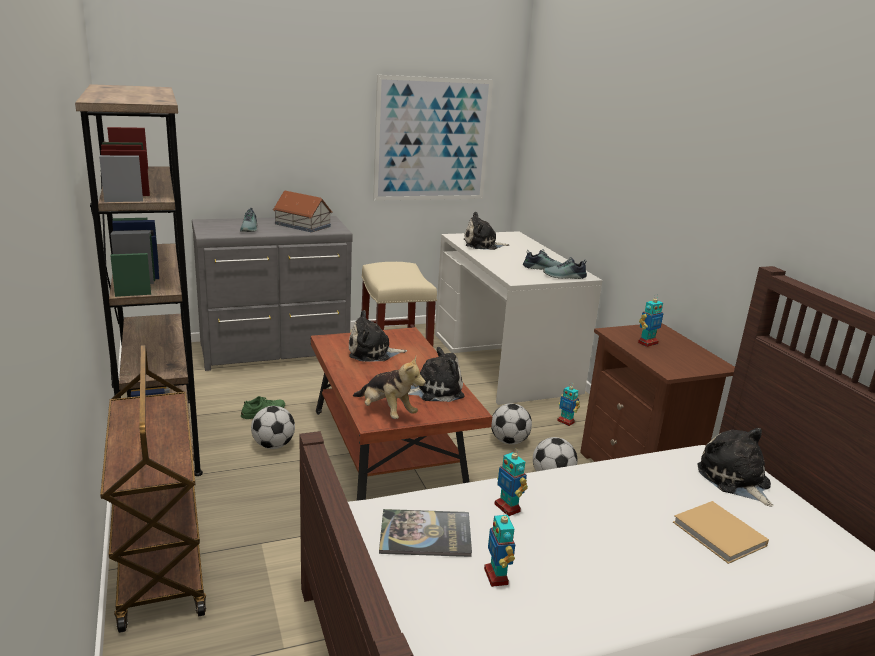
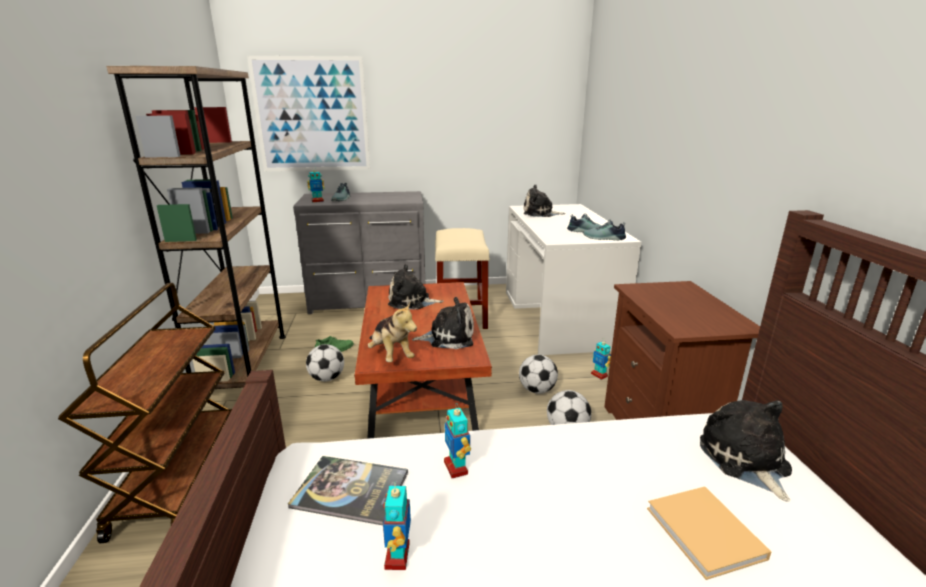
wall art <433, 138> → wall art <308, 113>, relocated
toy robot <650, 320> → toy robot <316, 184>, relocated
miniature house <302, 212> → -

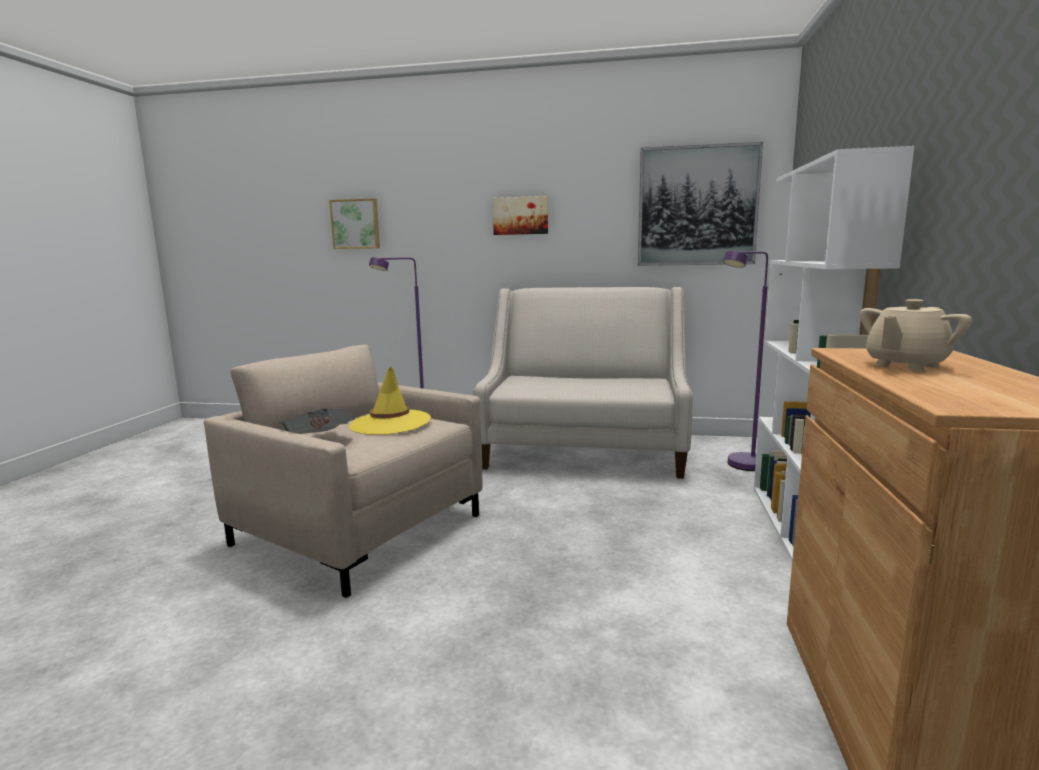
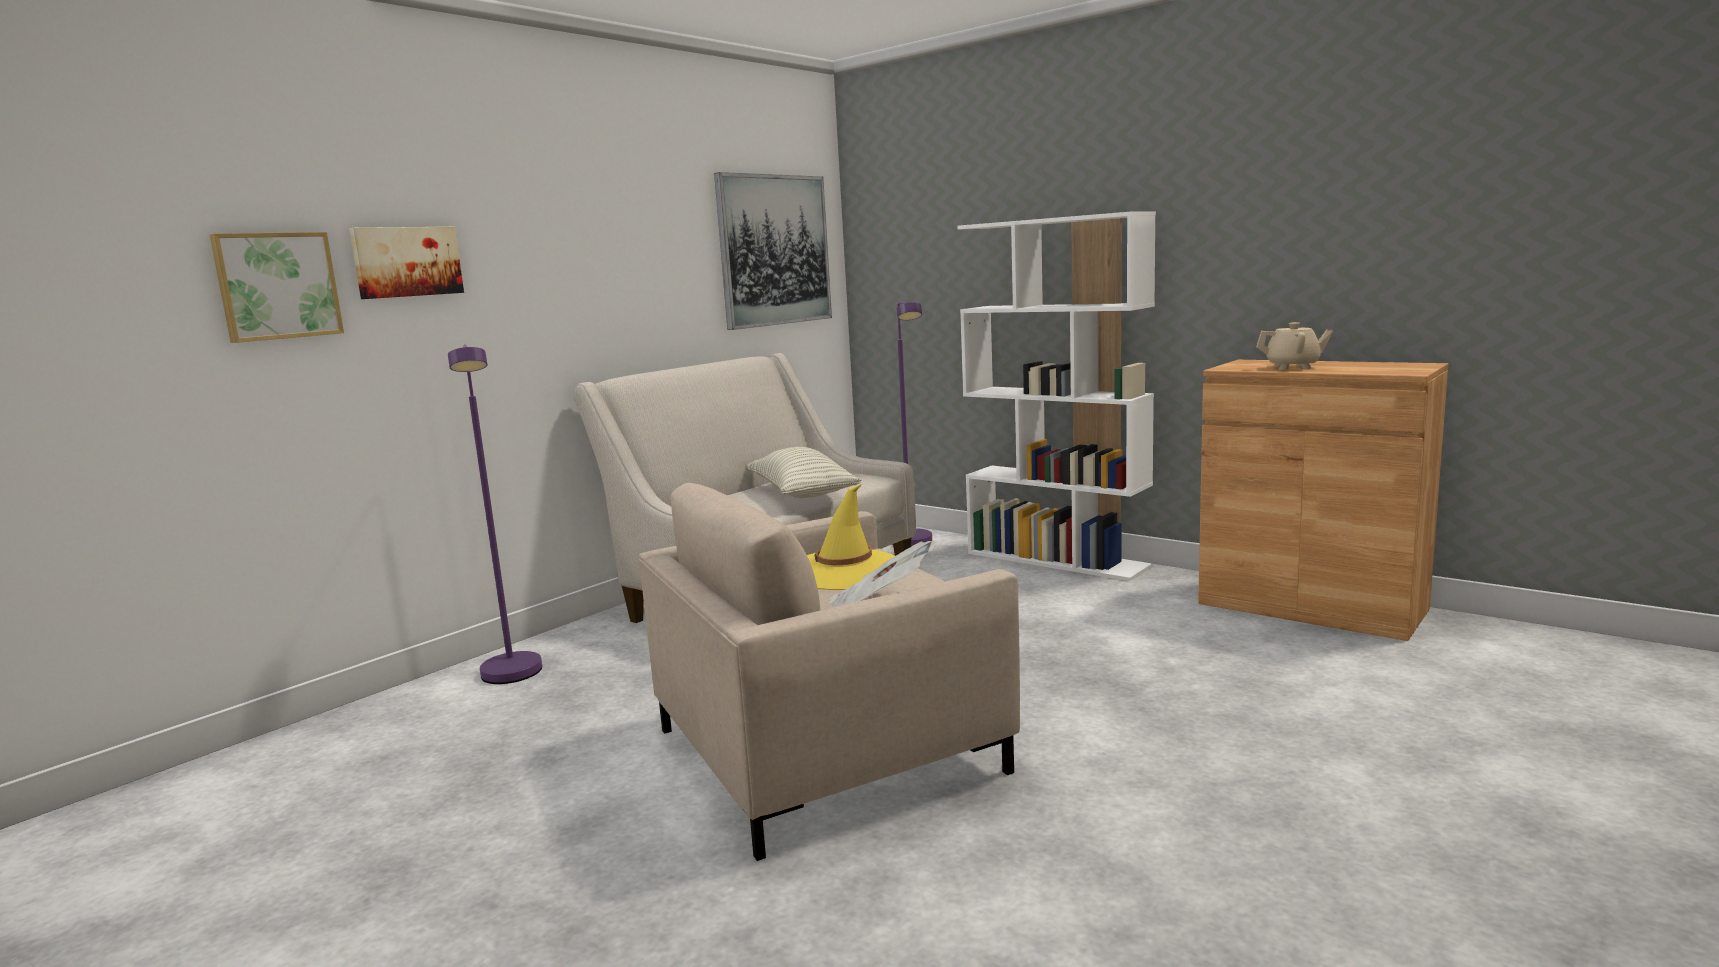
wall art <520, 215> → wall art <406, 263>, relocated
- → cushion <804, 472>
pot for tea/sand-coloured <916, 335> → pot for tea/sand-coloured <1294, 346>, 75 degrees counterclockwise

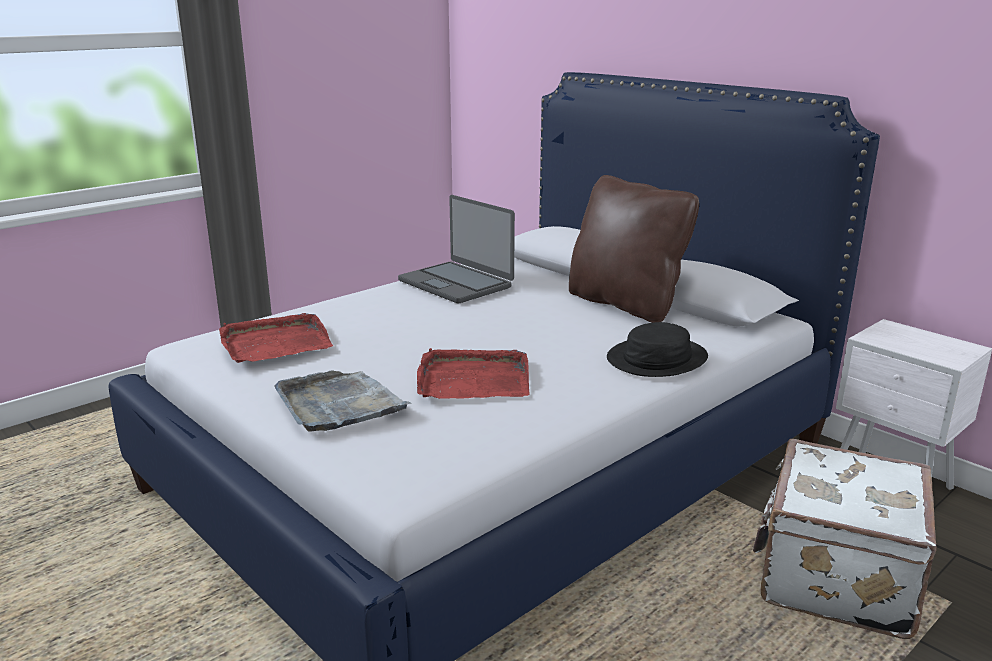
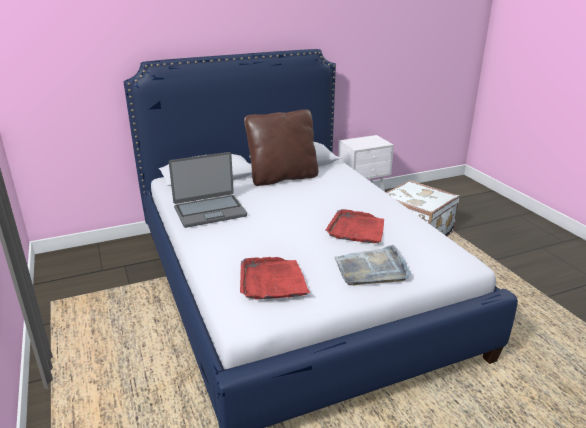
clothing hat/blackish <657, 349> → -

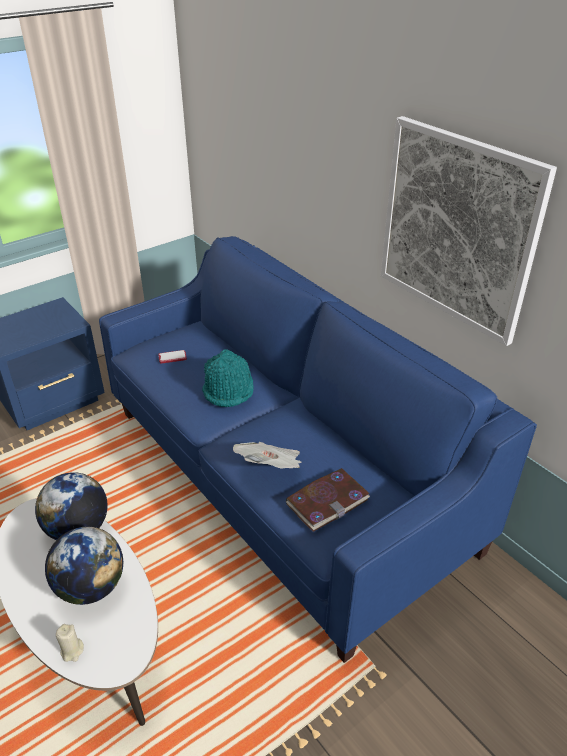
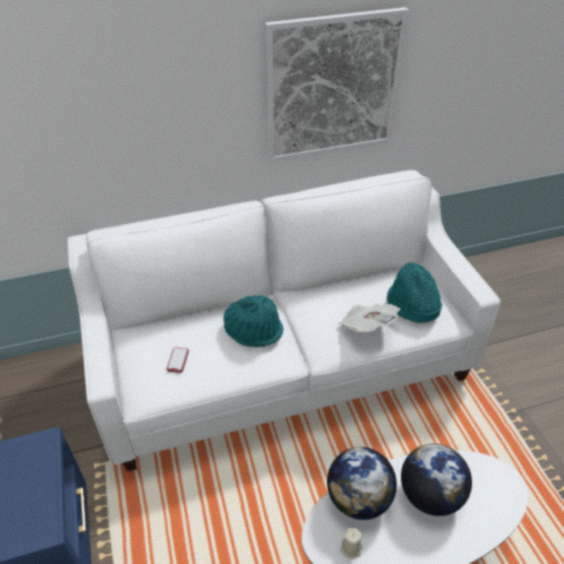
couch/blue-coloured <318, 449> → couch/whitish <284, 320>
wax light/sand-coloured <70, 643> → wax light/sand-coloured <351, 543>, relocated
book <327, 500> → clothing hat/turquoise <414, 292>

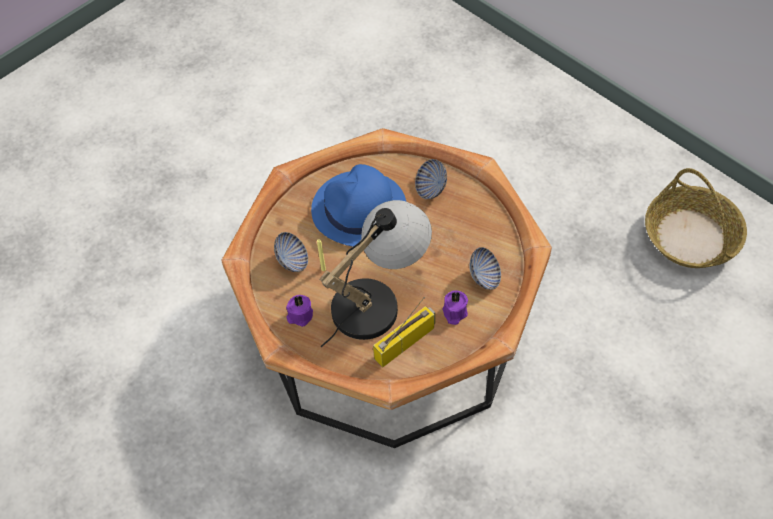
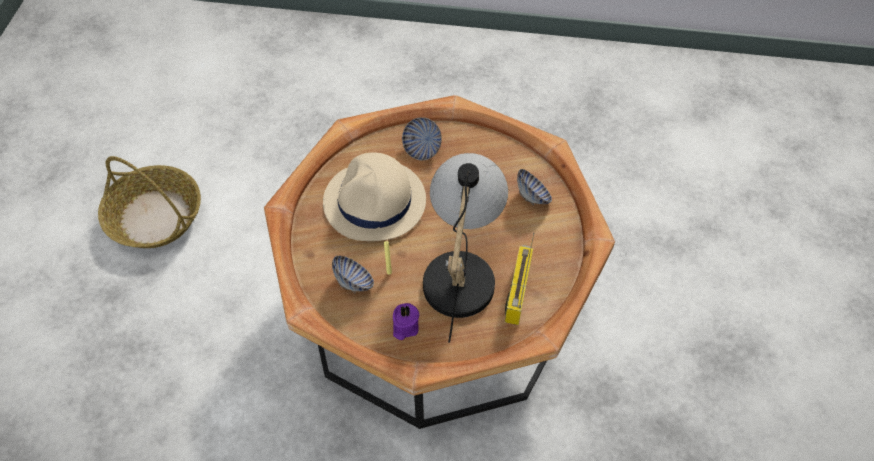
household basket <696, 218> → household basket <149, 202>, relocated
clothing hat/blue-coloured <358, 205> → clothing hat/sand-coloured <374, 196>
wax light/purple <455, 307> → -

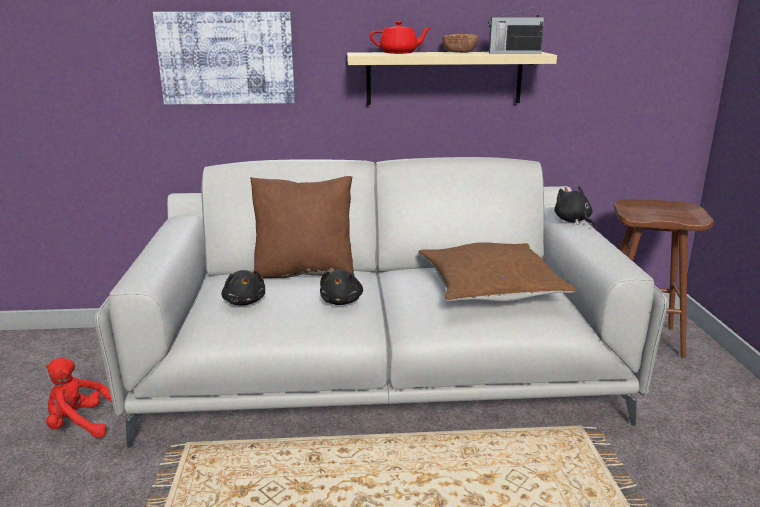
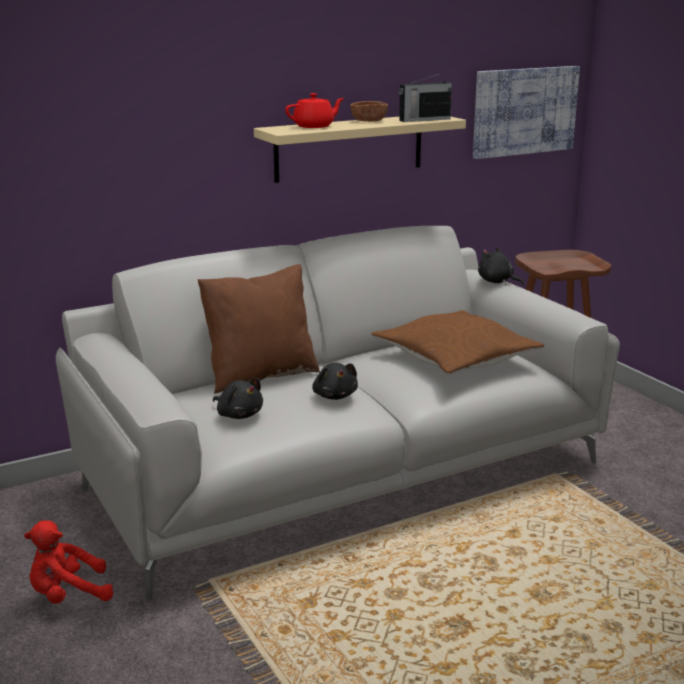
wall art <224, 58> → wall art <526, 112>, relocated

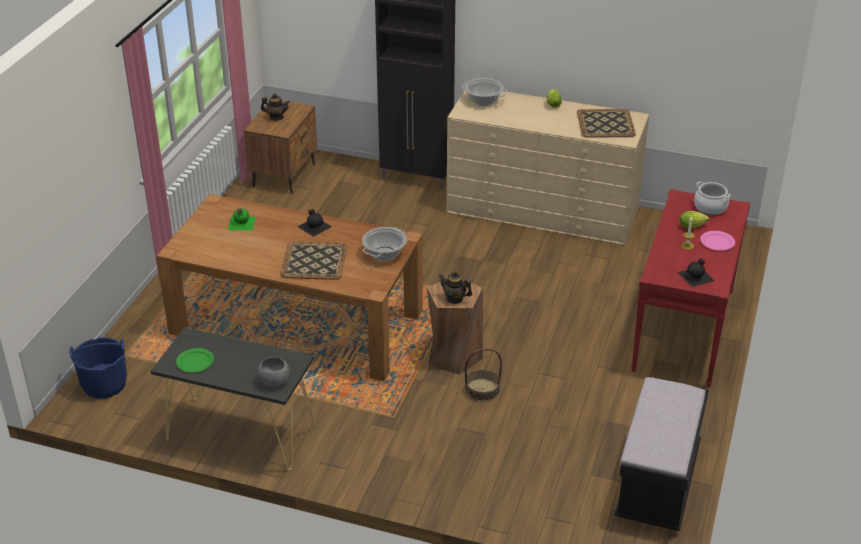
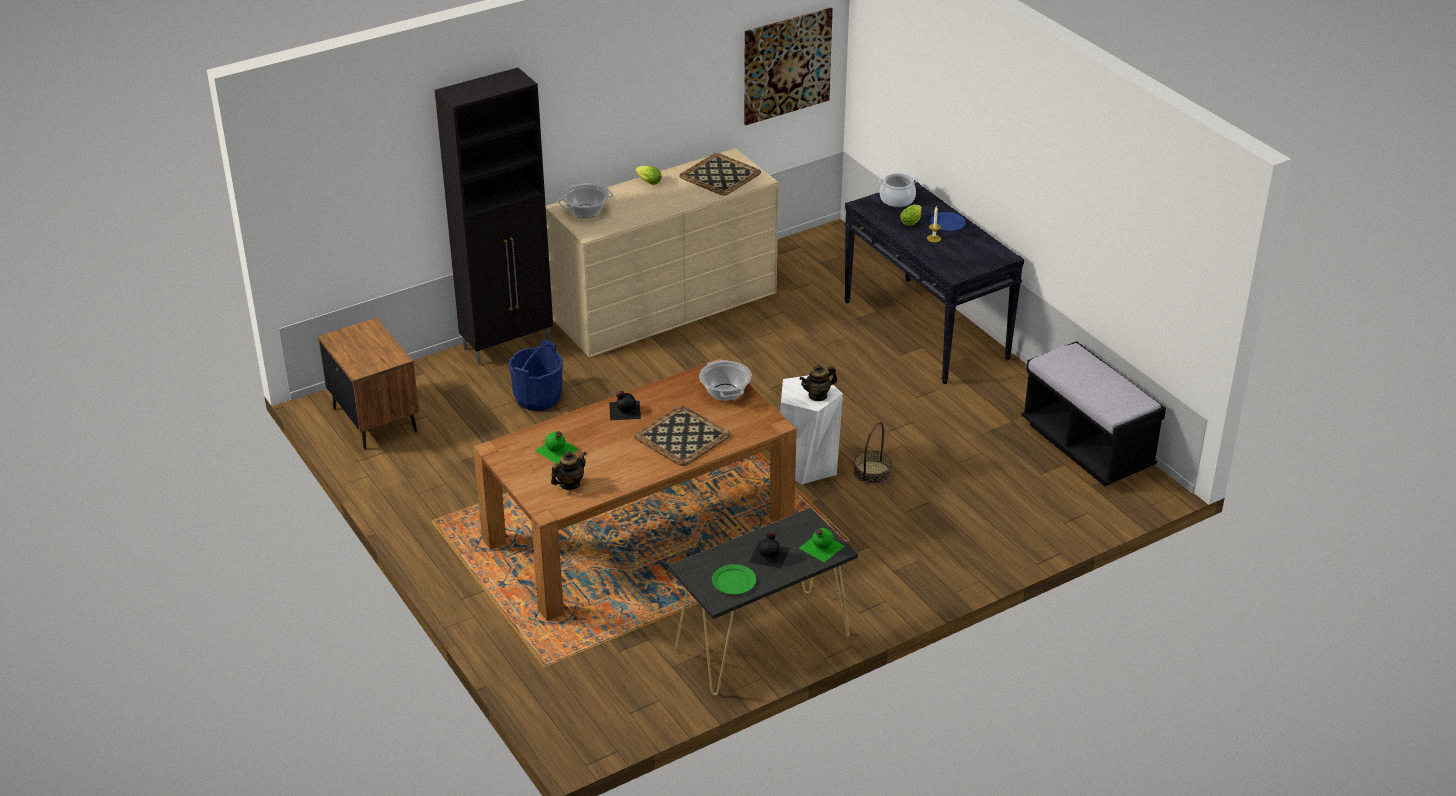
pail/blue-coloured <98, 368> → pail/blue-coloured <536, 375>, relocated
pot for tea <275, 107> → pot for tea <569, 470>, relocated
- → wall art <788, 66>
beverage bottle/blackish <696, 272> → beverage bottle/blackish <769, 550>, relocated
sitting stool/brown <455, 327> → sitting stool/whitish <811, 429>
deep dish/gray <273, 372> → beverage bottle/green-coloured <821, 545>
narrow table/red <690, 288> → narrow table/blackish <934, 282>
dinner plate/pink-coloured <717, 241> → dinner plate/blue-coloured <948, 221>

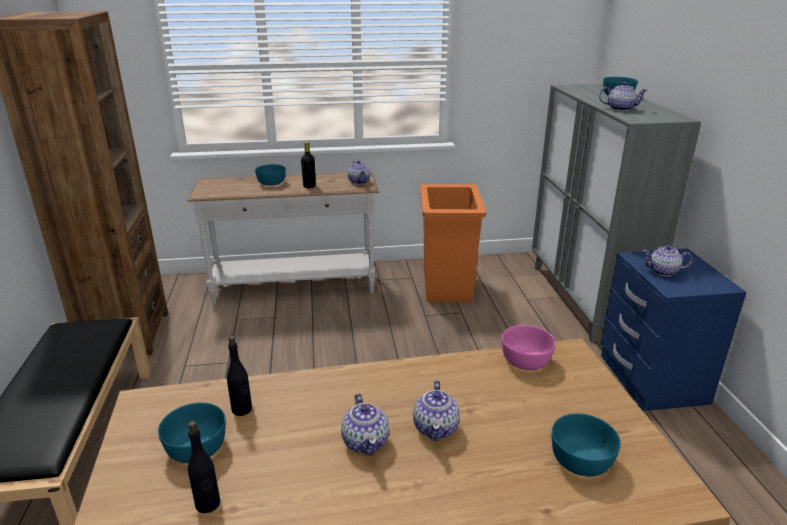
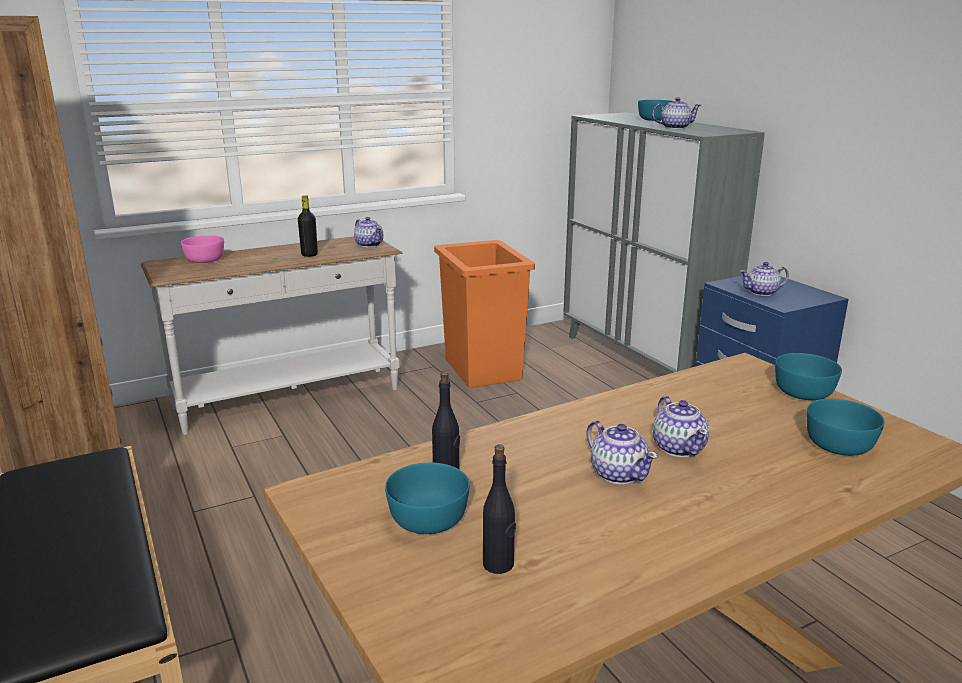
deep dish/pink-coloured <529, 347> → deep dish/pink-coloured <202, 249>, relocated
deep dish/turquoise <270, 175> → deep dish/turquoise <808, 376>, relocated

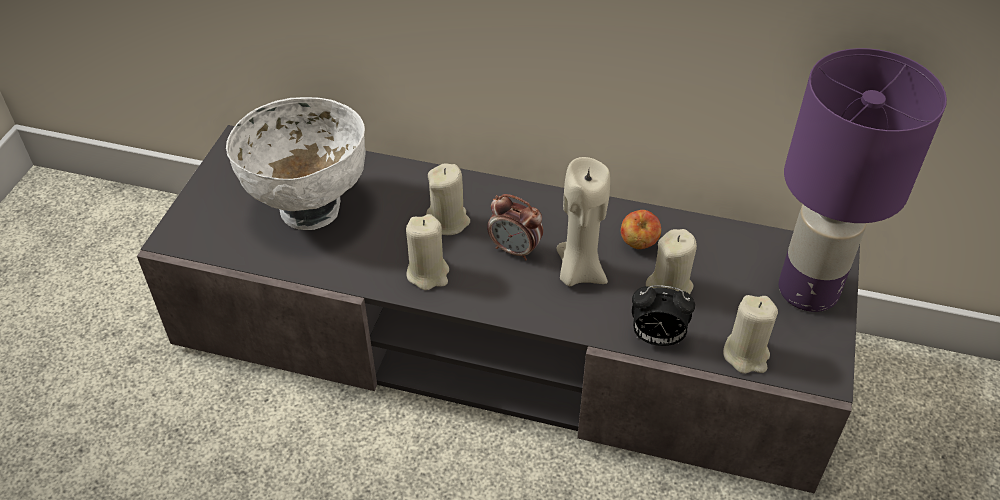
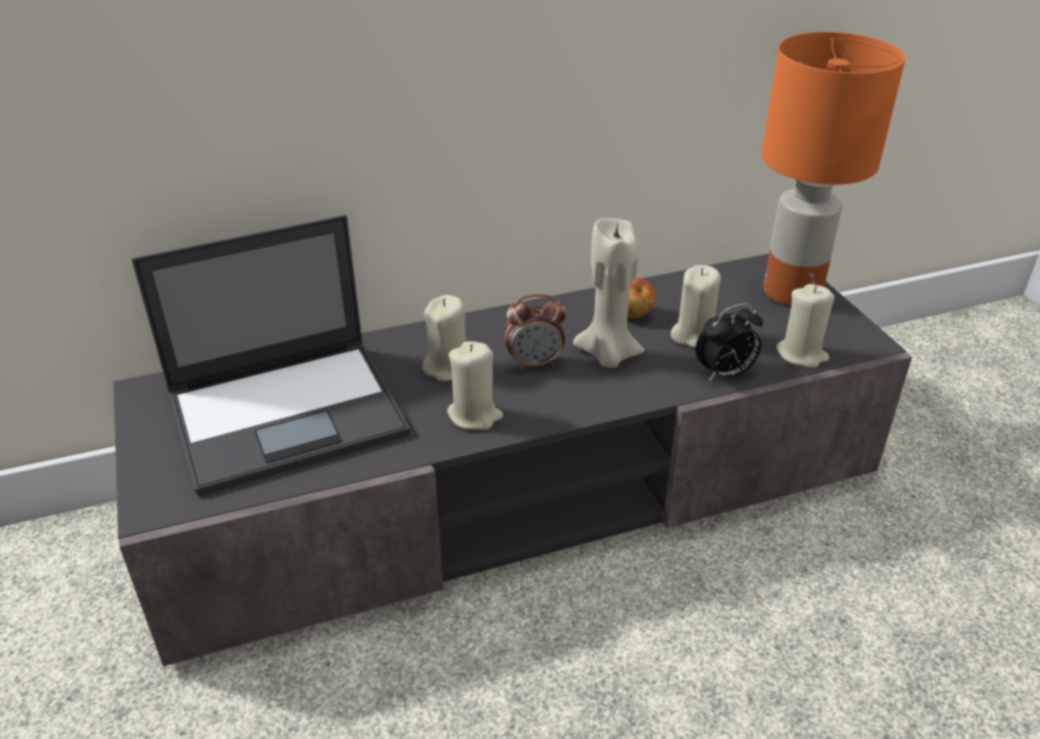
deep dish/whitish <296, 163> → laptop <270, 355>
tabletop lamp/purple <863, 180> → tabletop lamp/orange <833, 169>

